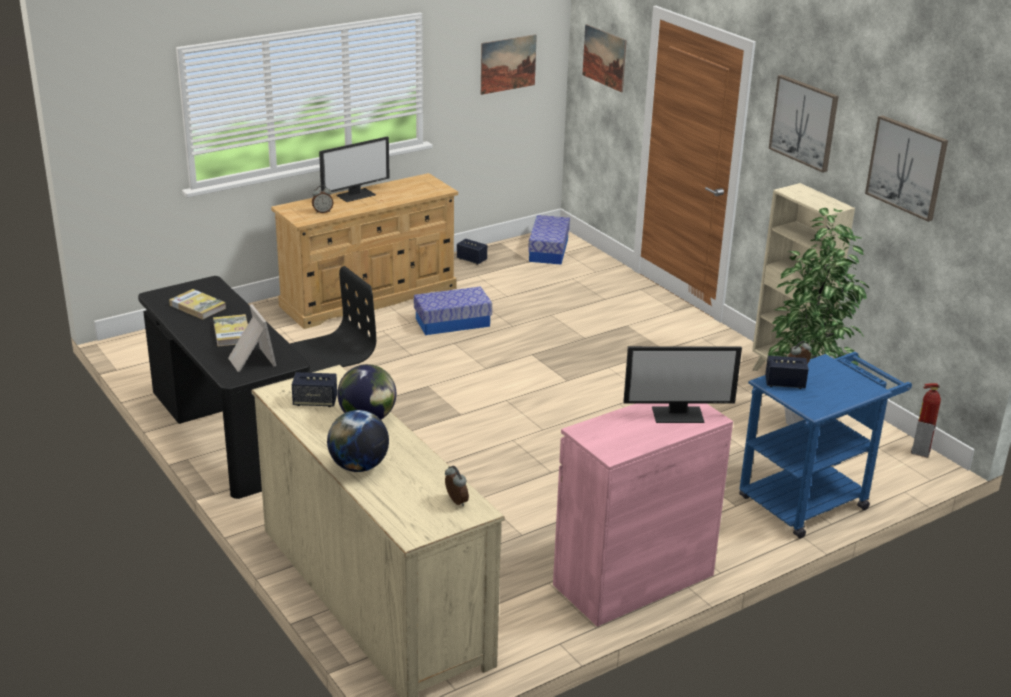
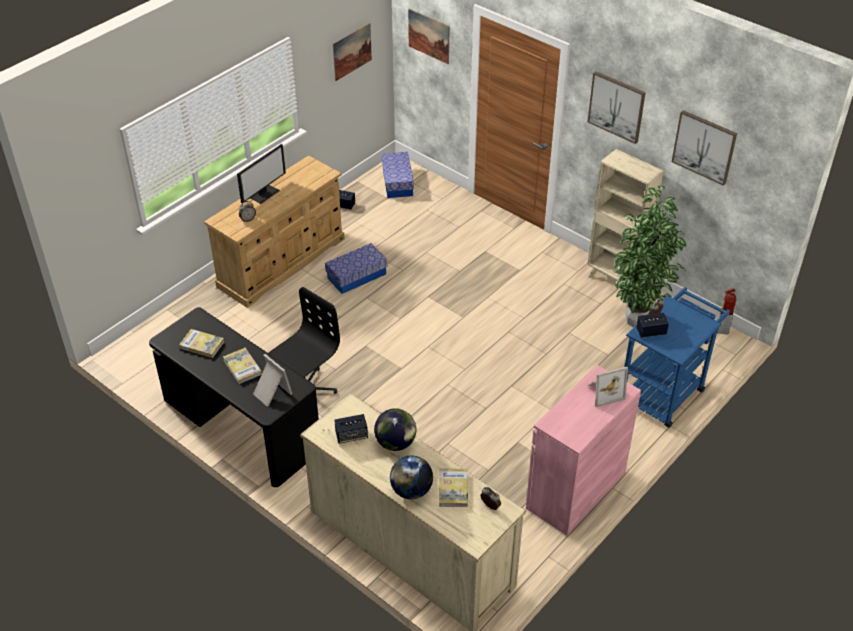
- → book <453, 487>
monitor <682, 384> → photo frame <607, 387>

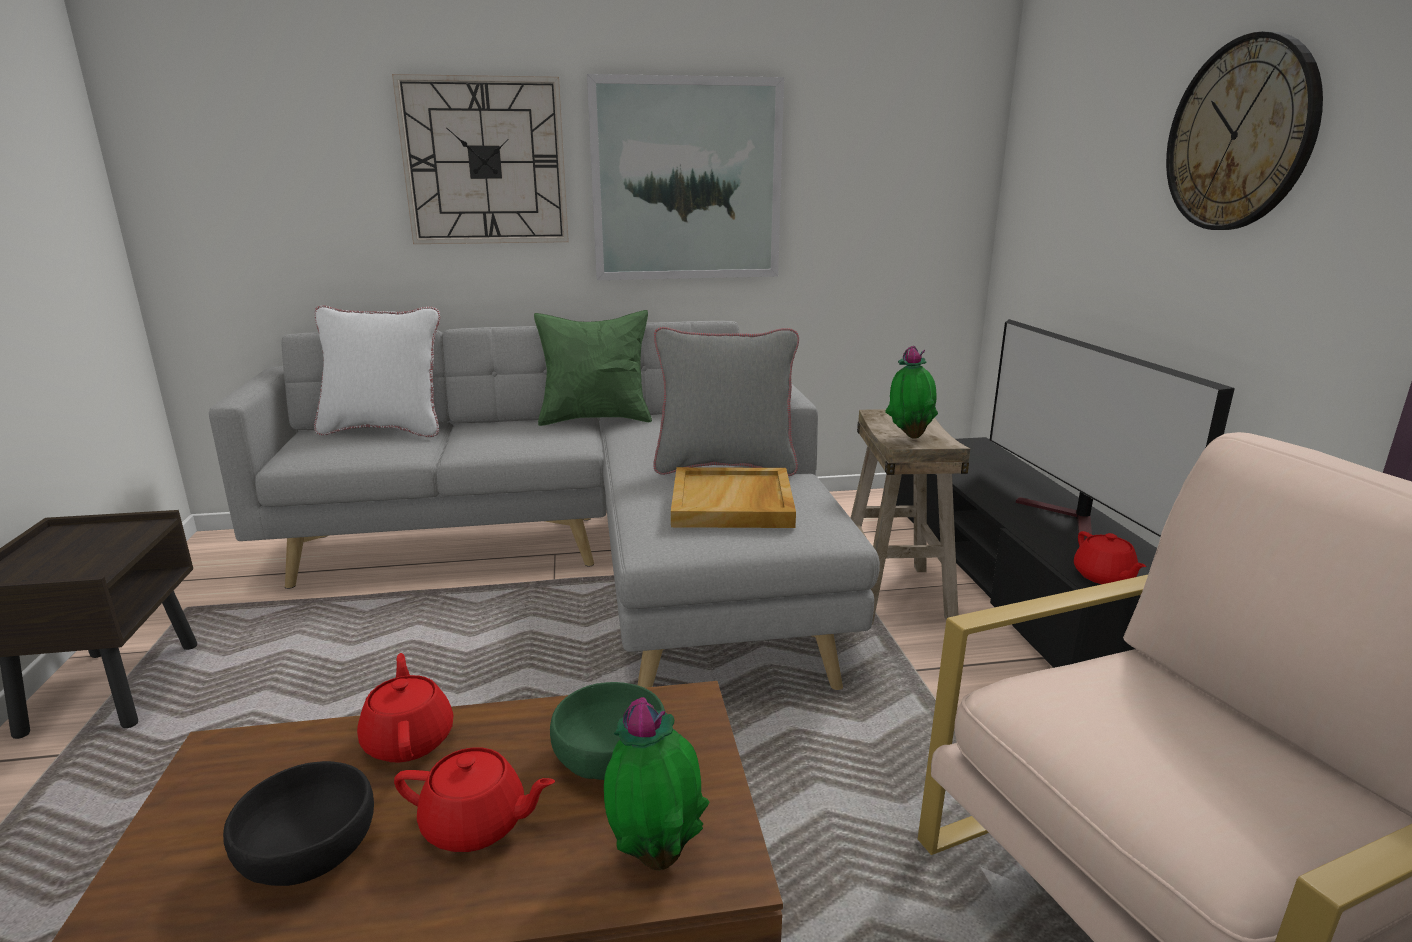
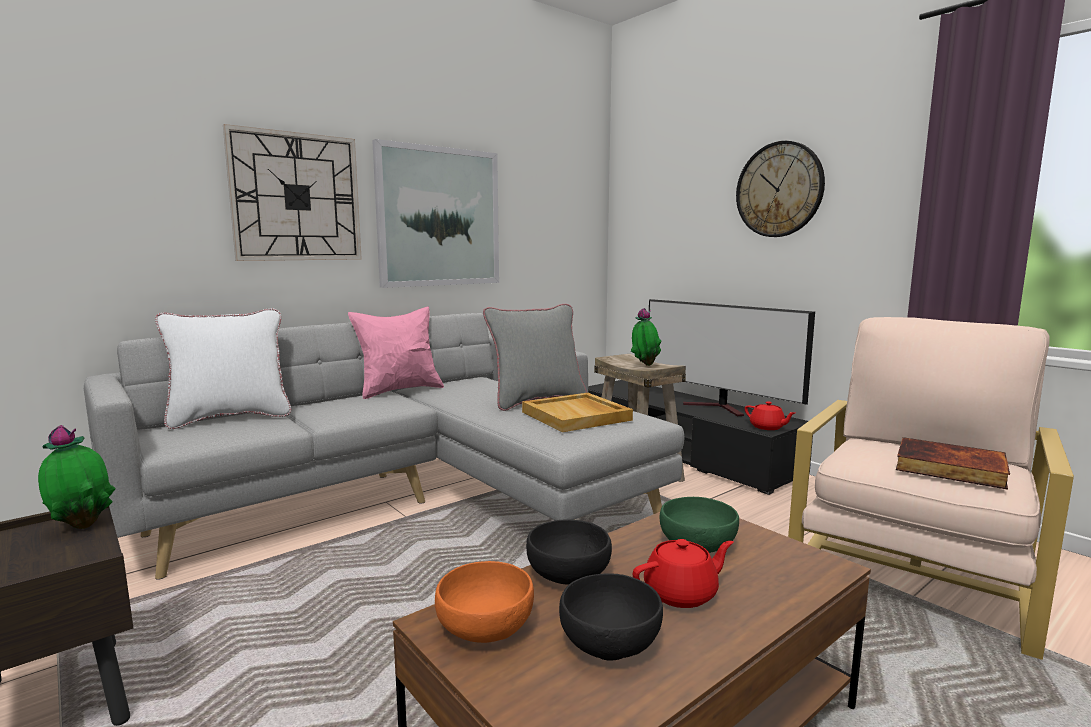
plant in a pot <657, 783> → plant in a pot <77, 477>, relocated
cushion/green-coloured <593, 368> → cushion/pink-coloured <396, 353>
- → deep dish/orange <484, 602>
pot for tea/red <405, 708> → deep dish/blackish <569, 552>
- → book <953, 463>

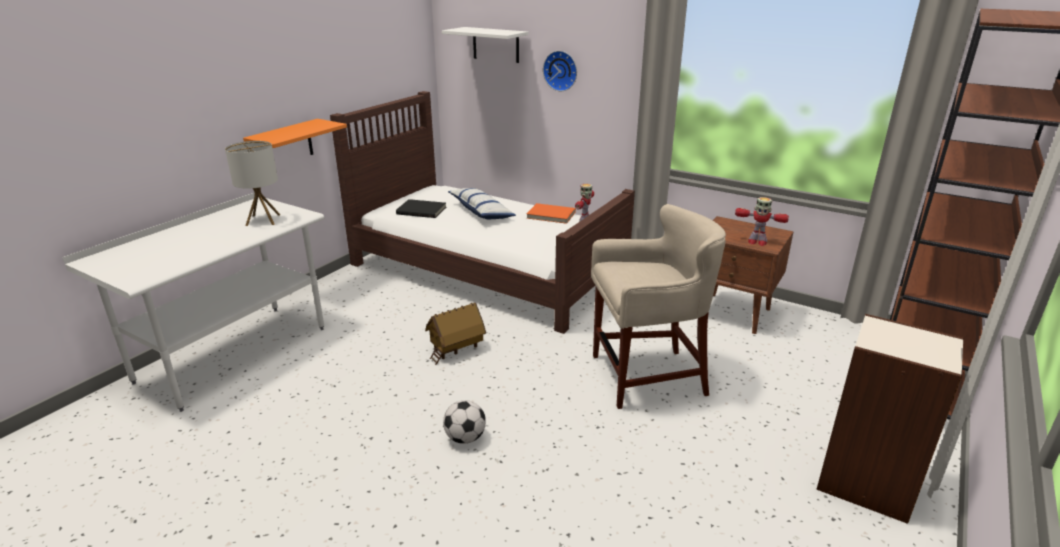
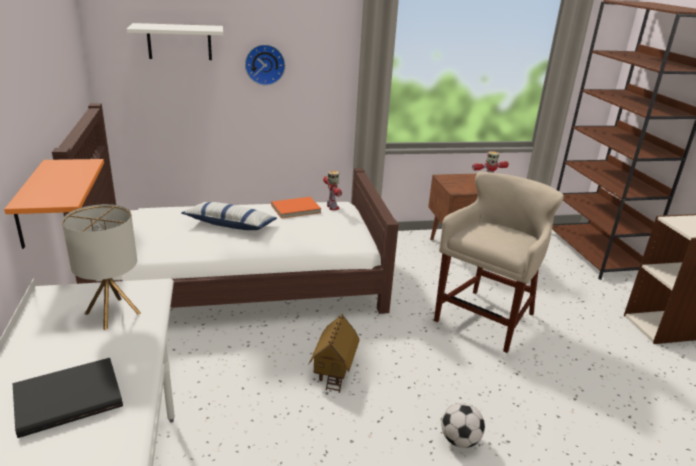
book/blackish <421, 208> → book/blackish <68, 398>, relocated

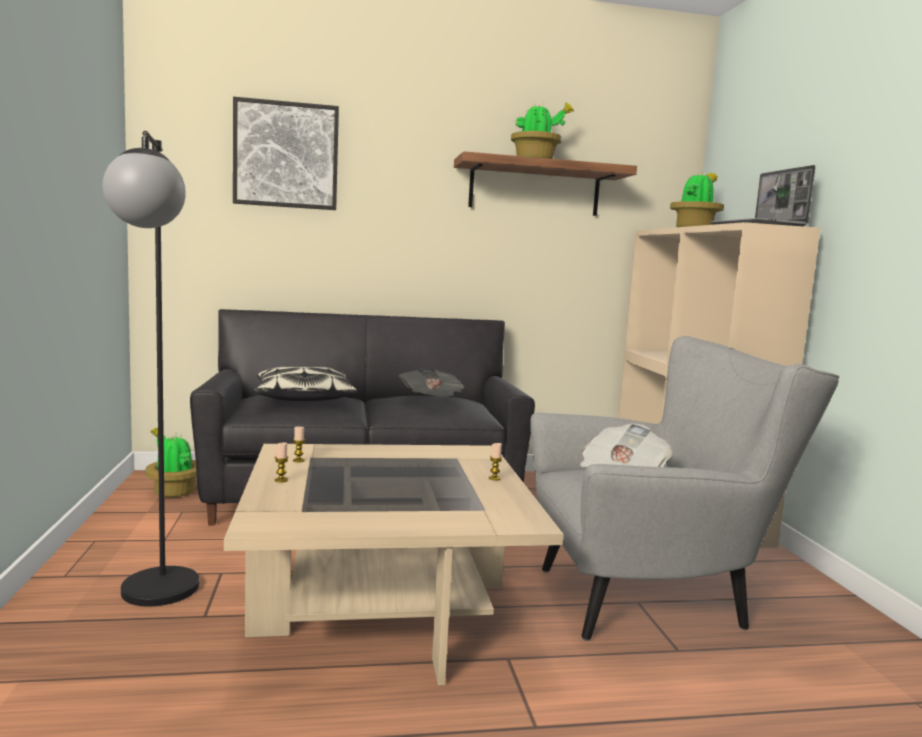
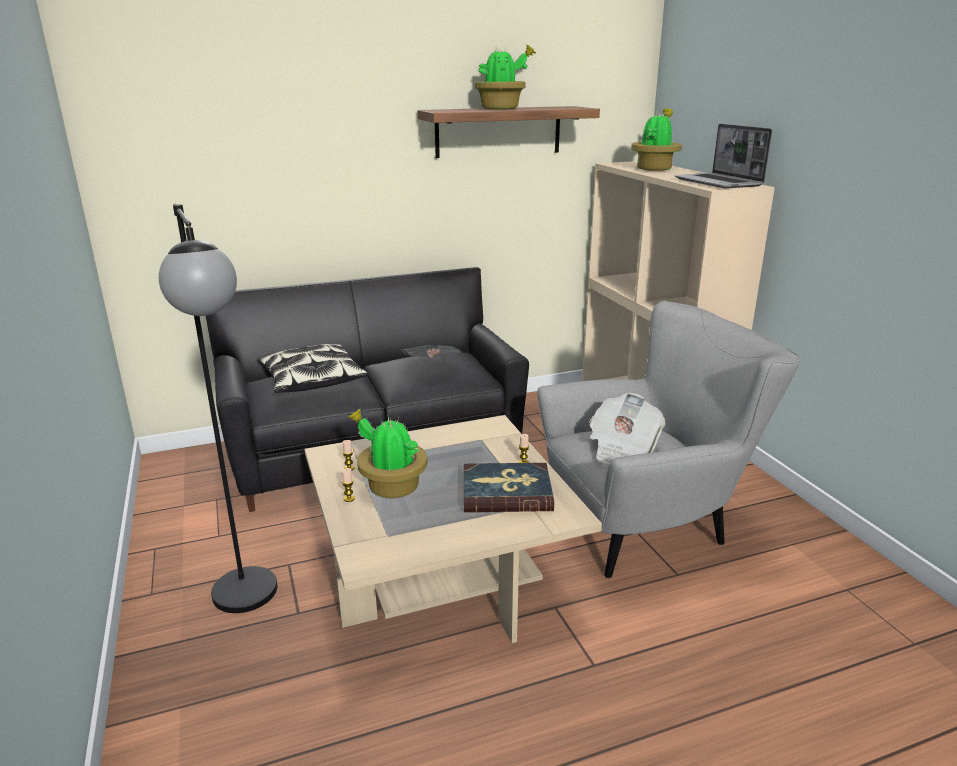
plant in a pot <171, 462> → plant in a pot <387, 453>, relocated
- → book <509, 487>
wall art <286, 153> → -

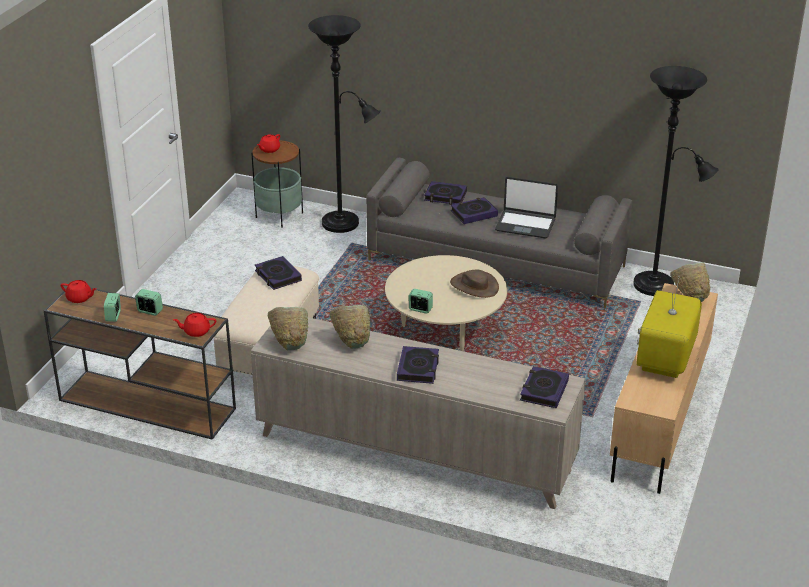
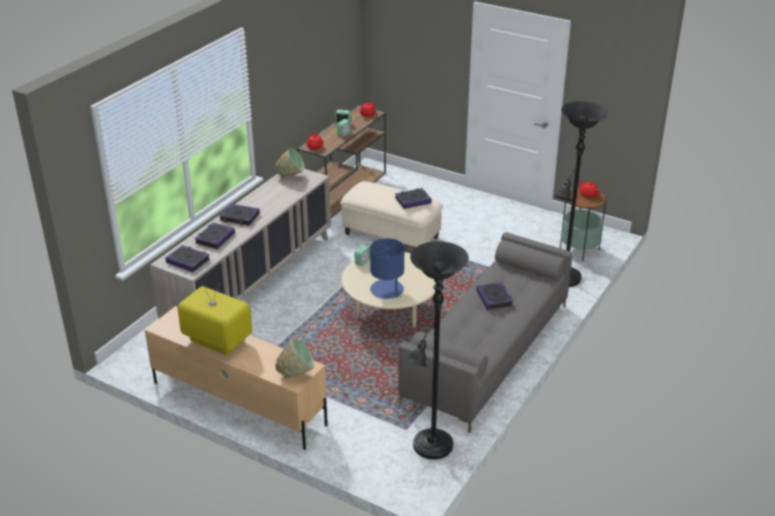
book <445, 193> → book <215, 236>, relocated
clothing hat/brown <474, 284> → tabletop lamp/blue-coloured <387, 268>
deep dish/green-coloured <350, 327> → -
laptop <526, 207> → -

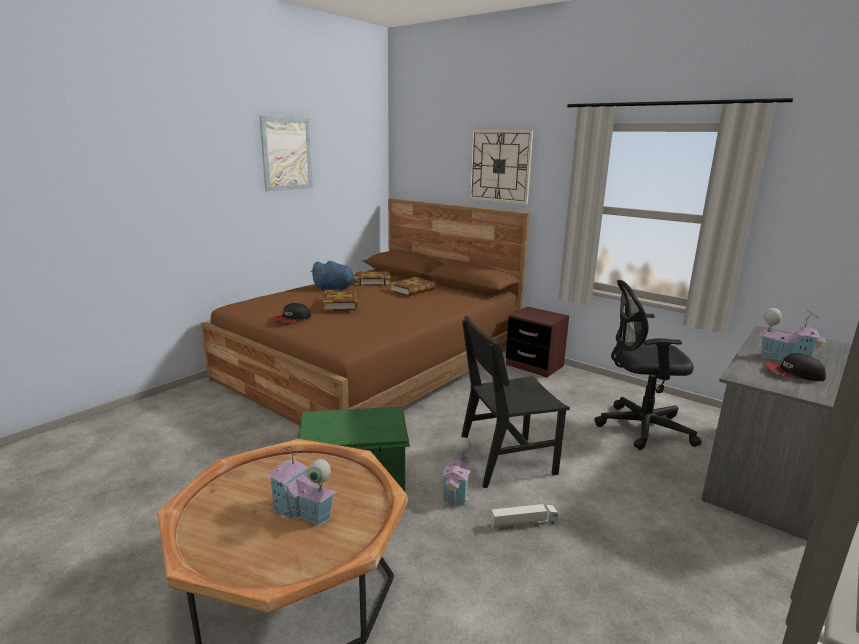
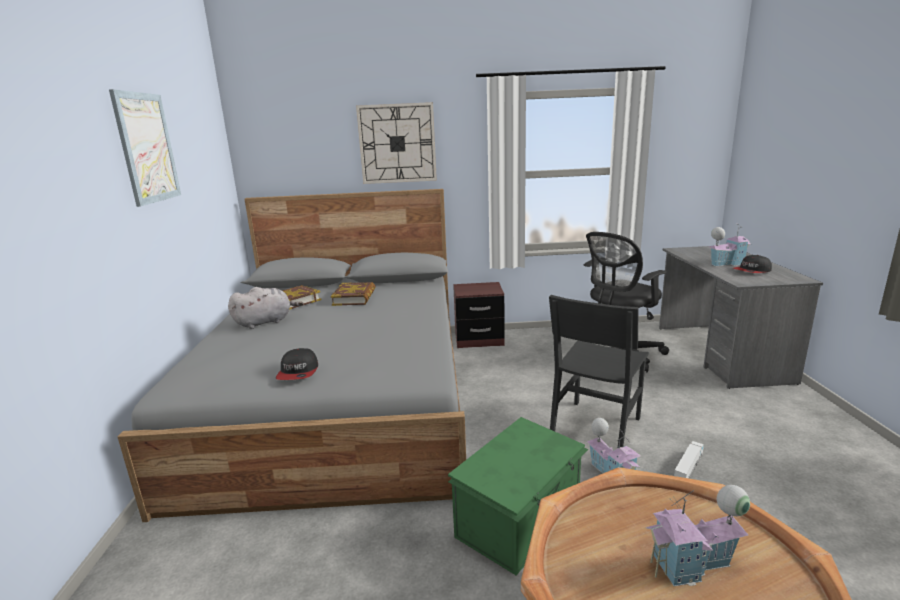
sleeping bed/brown <365, 312> → sleeping bed/gray <291, 355>
cuddly toy/blue-coloured <335, 275> → cuddly toy/gray <265, 308>
book <340, 300> → -

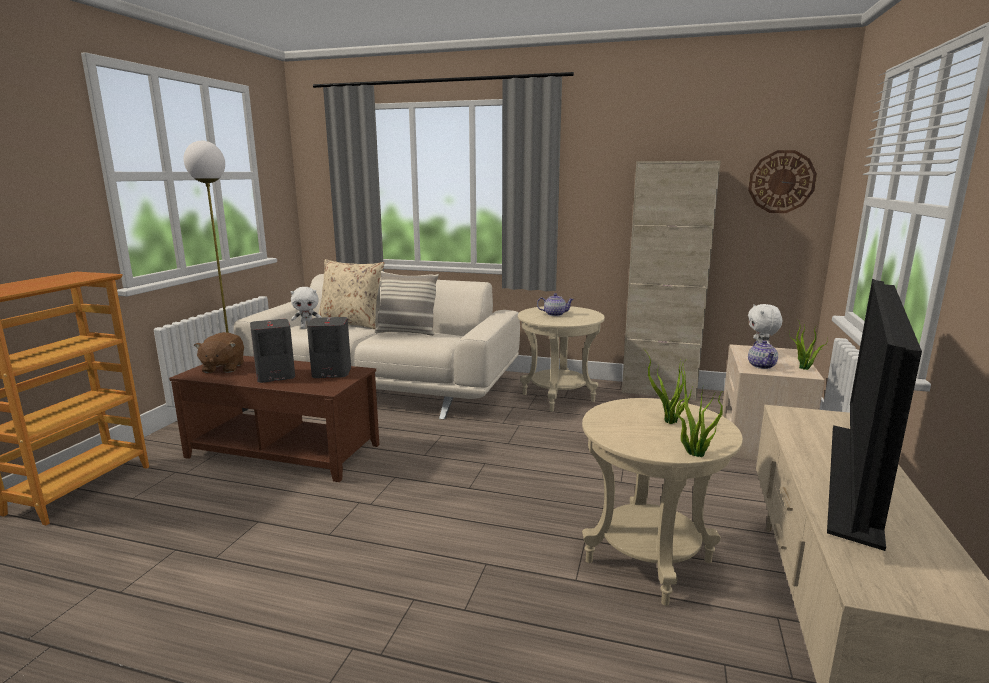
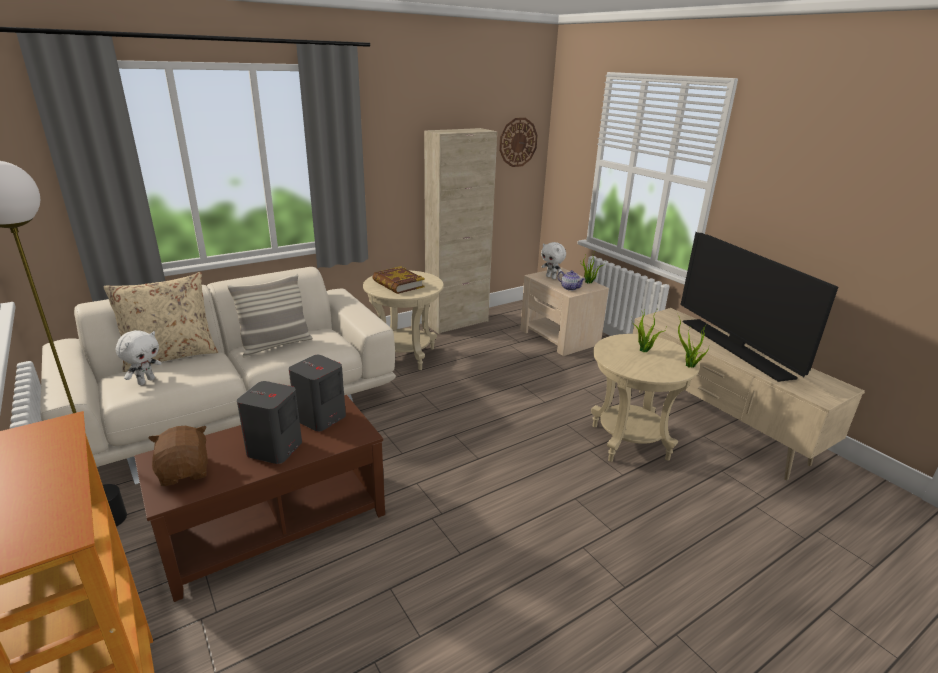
cuddly toy/brown <219, 352> → cuddly toy/brown <178, 456>, 150 degrees counterclockwise
pot for tea <555, 304> → book <398, 280>

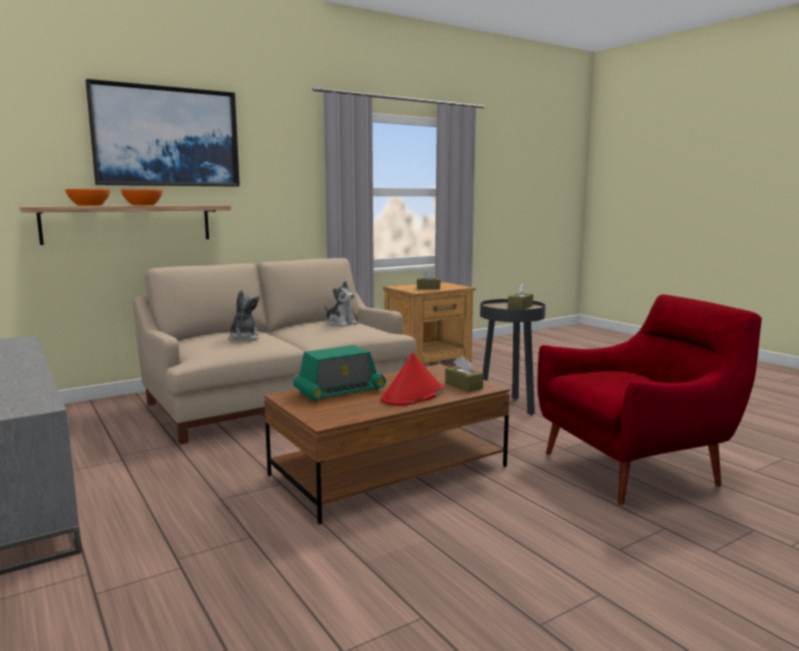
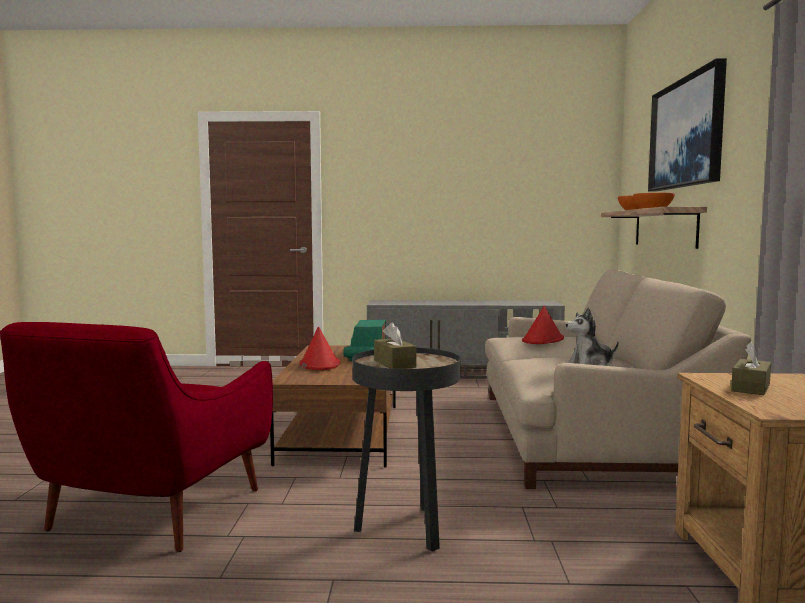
cuddly toy <244, 315> → clothing hat/red <543, 325>
box of tissues/brown <464, 374> → -

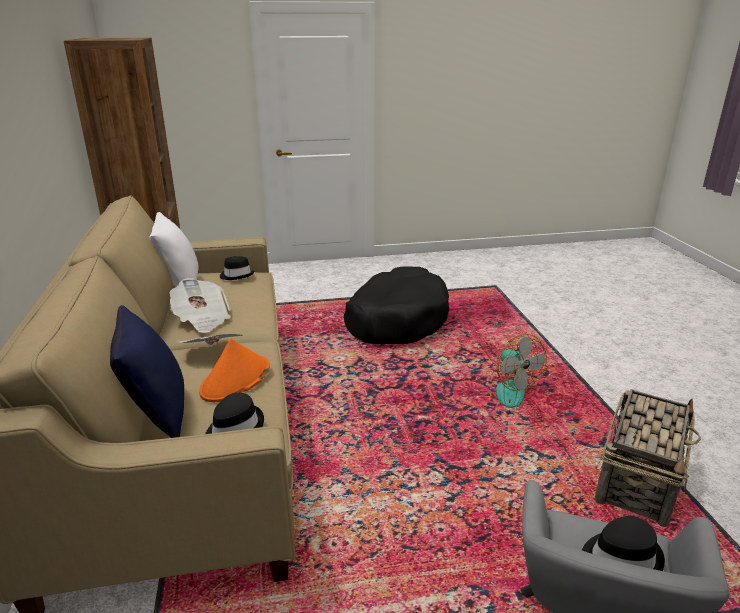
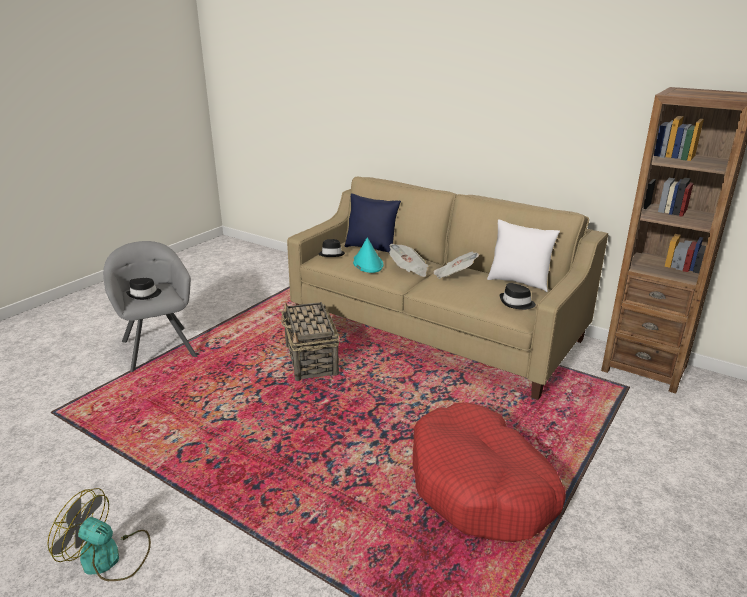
cooling fan <516, 371> → cooling fan <99, 534>, relocated
household basket <647, 458> → household basket <310, 341>, relocated
clothing hat/orange <234, 370> → clothing hat/turquoise <368, 255>
dog bed/blackish <396, 305> → dog bed/red <489, 472>

